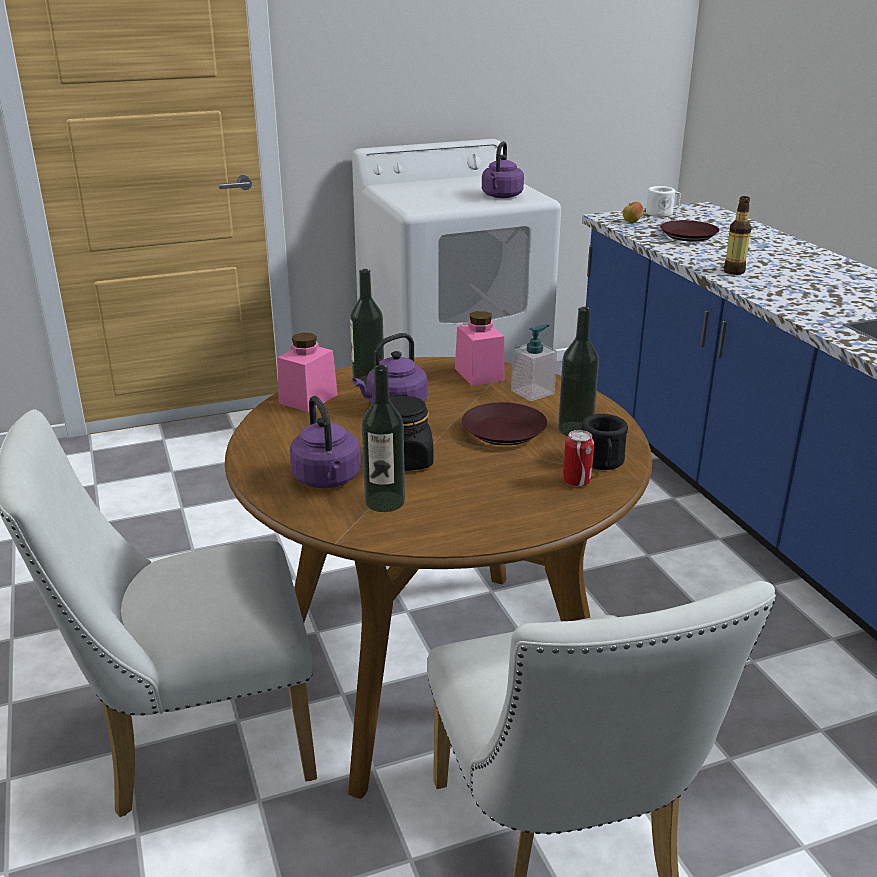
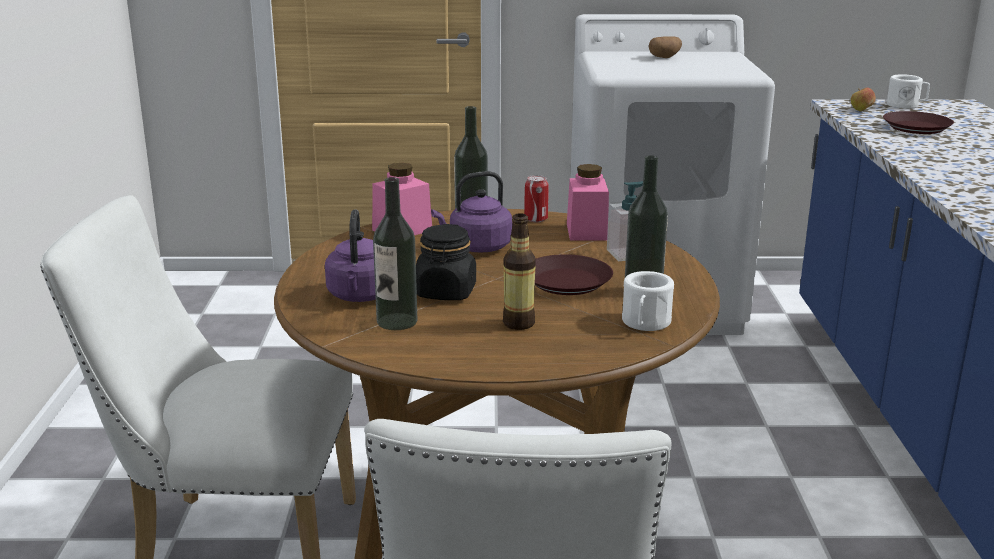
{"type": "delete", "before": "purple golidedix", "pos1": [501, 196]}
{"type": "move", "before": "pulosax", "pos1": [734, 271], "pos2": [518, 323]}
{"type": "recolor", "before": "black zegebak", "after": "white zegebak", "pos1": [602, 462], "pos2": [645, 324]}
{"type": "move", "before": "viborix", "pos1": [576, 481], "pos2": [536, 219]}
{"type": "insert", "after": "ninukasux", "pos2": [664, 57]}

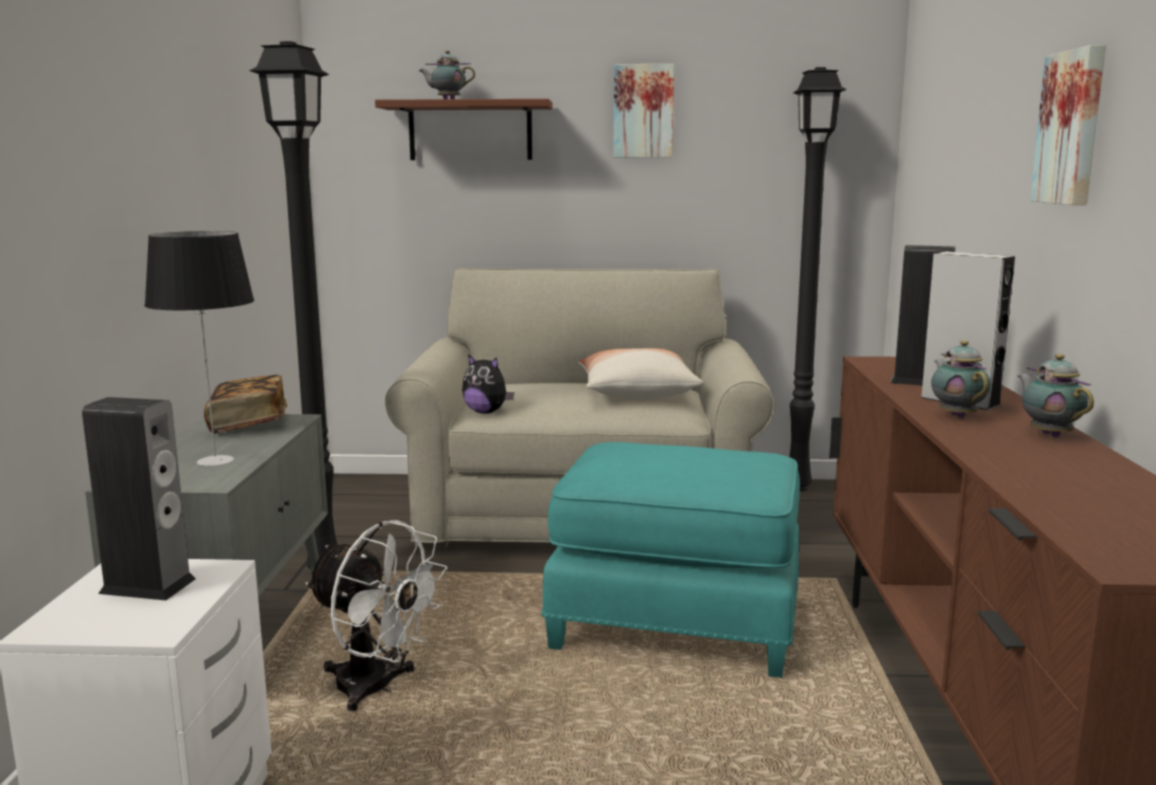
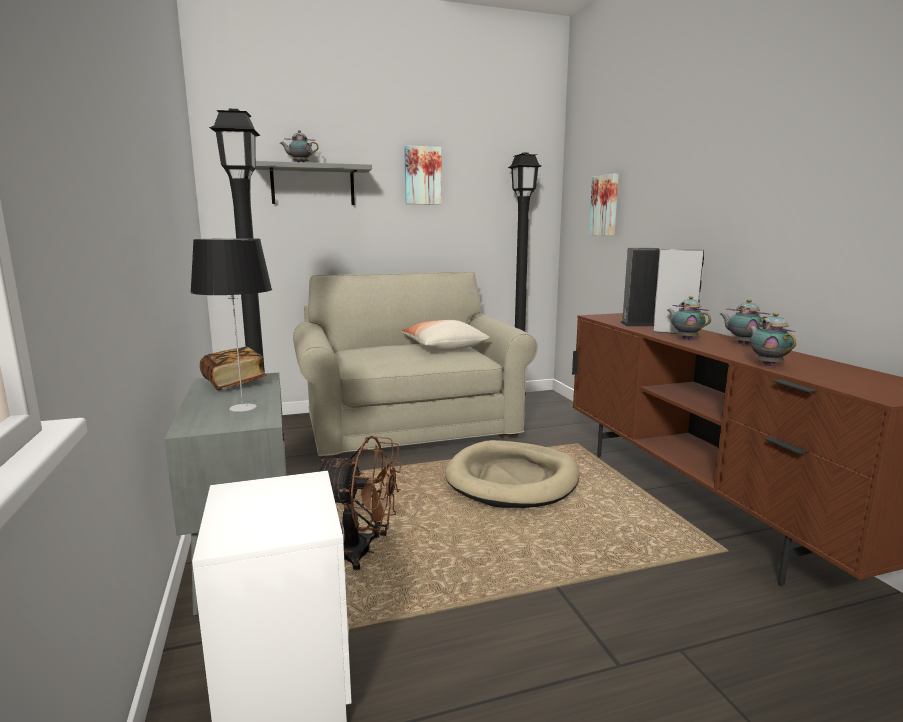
{"type": "move", "before": "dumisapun", "pos1": [1072, 128], "pos2": [605, 205]}
{"type": "recolor", "before": "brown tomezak", "after": "grey tomezak", "pos1": [470, 131], "pos2": [313, 185]}
{"type": "delete", "before": "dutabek", "pos1": [486, 412]}
{"type": "delete", "before": "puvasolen", "pos1": [148, 586]}
{"type": "replace", "before": "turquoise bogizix", "after": "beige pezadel", "pos1": [677, 621], "pos2": [513, 479]}
{"type": "recolor", "before": "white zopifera", "after": "brown zopifera", "pos1": [377, 688], "pos2": [362, 552]}
{"type": "insert", "after": "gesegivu", "pos2": [767, 364]}

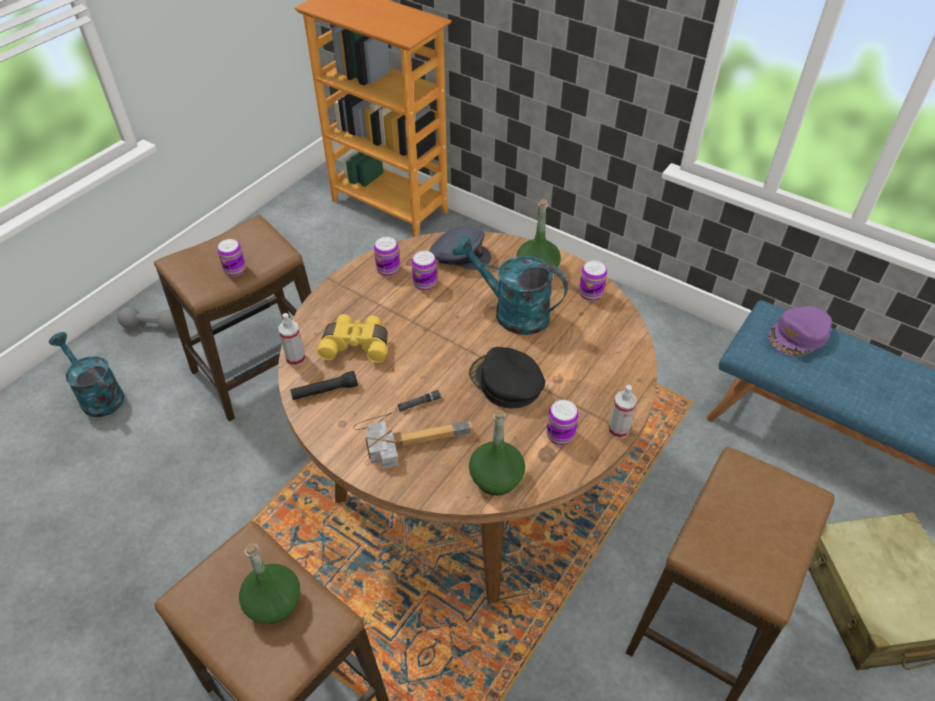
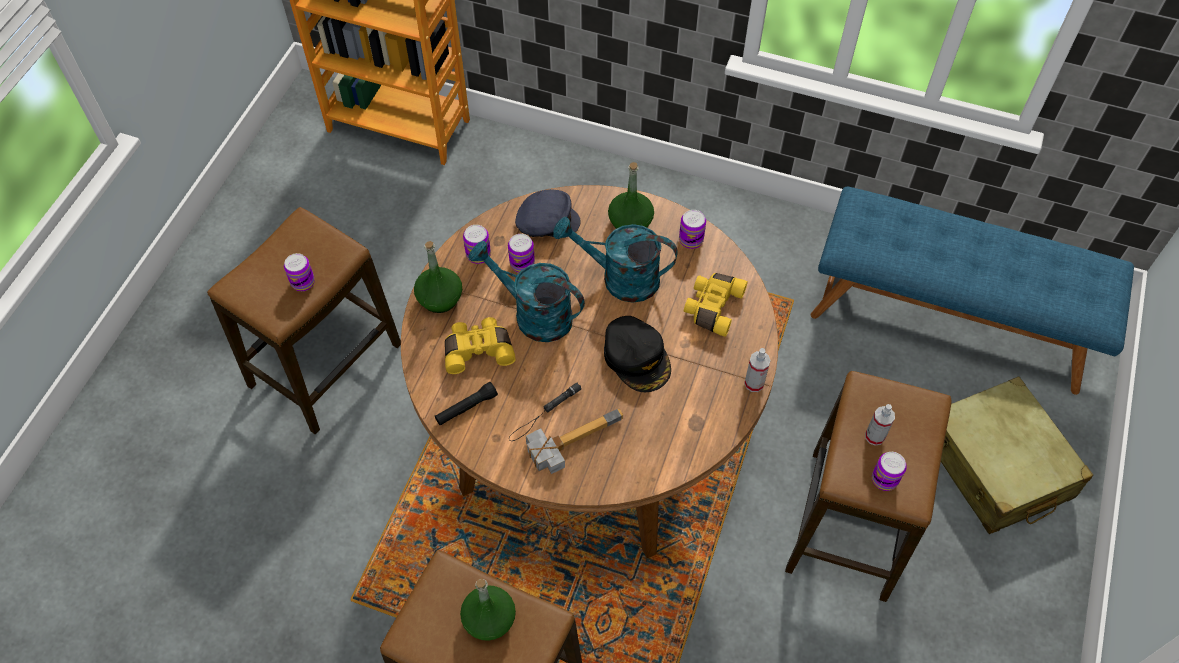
{"type": "delete", "before": "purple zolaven", "pos1": [798, 336]}
{"type": "delete", "before": "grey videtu", "pos1": [152, 326]}
{"type": "move", "before": "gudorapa", "pos1": [296, 359], "pos2": [874, 436]}
{"type": "move", "before": "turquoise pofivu", "pos1": [97, 395], "pos2": [533, 314]}
{"type": "rotate", "before": "black zolaven", "pos1": [506, 382], "pos2": [637, 358], "turn": -150}
{"type": "move", "before": "viborix", "pos1": [560, 434], "pos2": [884, 479]}
{"type": "move", "before": "green pulosax", "pos1": [496, 478], "pos2": [439, 298]}
{"type": "insert", "after": "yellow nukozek", "pos2": [712, 307]}

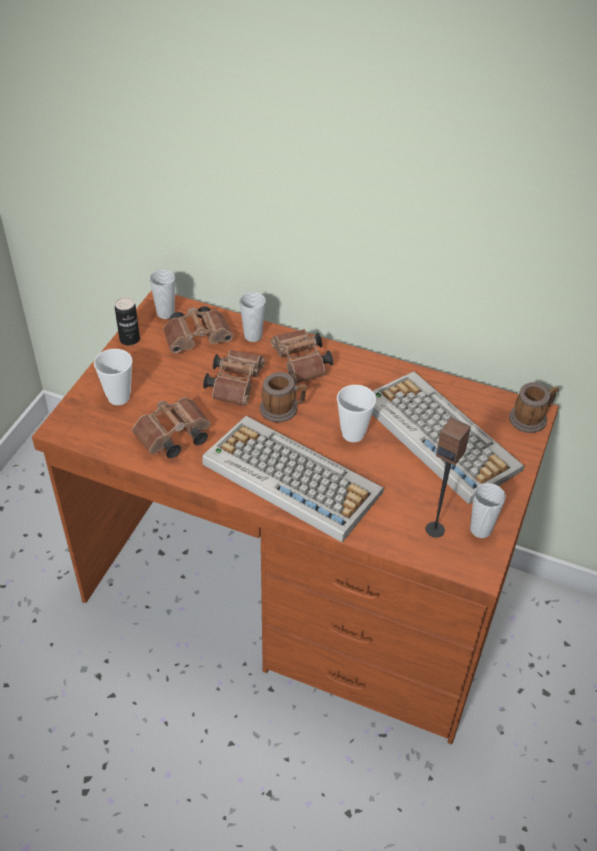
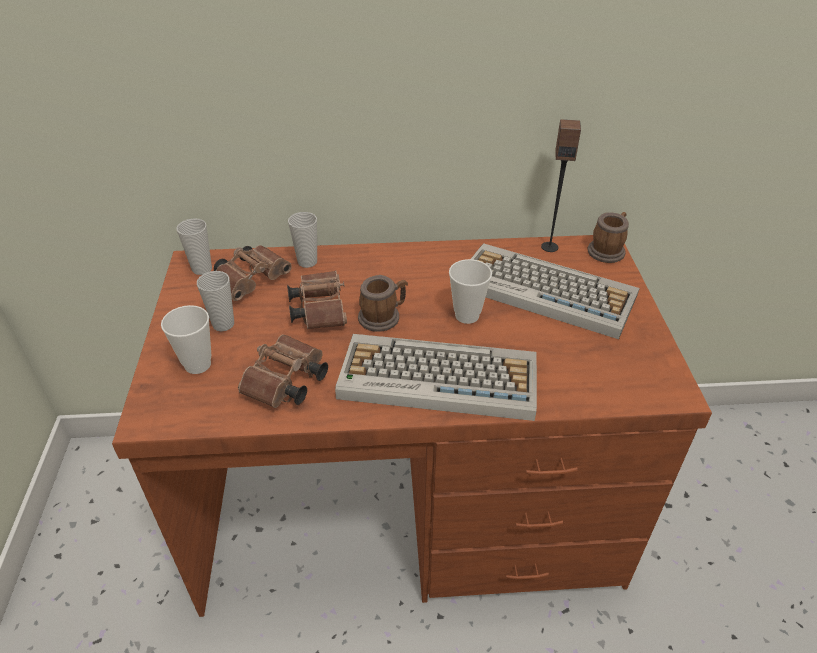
{"type": "delete", "before": "viborix", "pos1": [129, 339]}
{"type": "delete", "before": "brown nukozek", "pos1": [302, 365]}
{"type": "move", "before": "puvasolen", "pos1": [435, 529], "pos2": [549, 247]}
{"type": "move", "before": "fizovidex", "pos1": [480, 529], "pos2": [223, 324]}

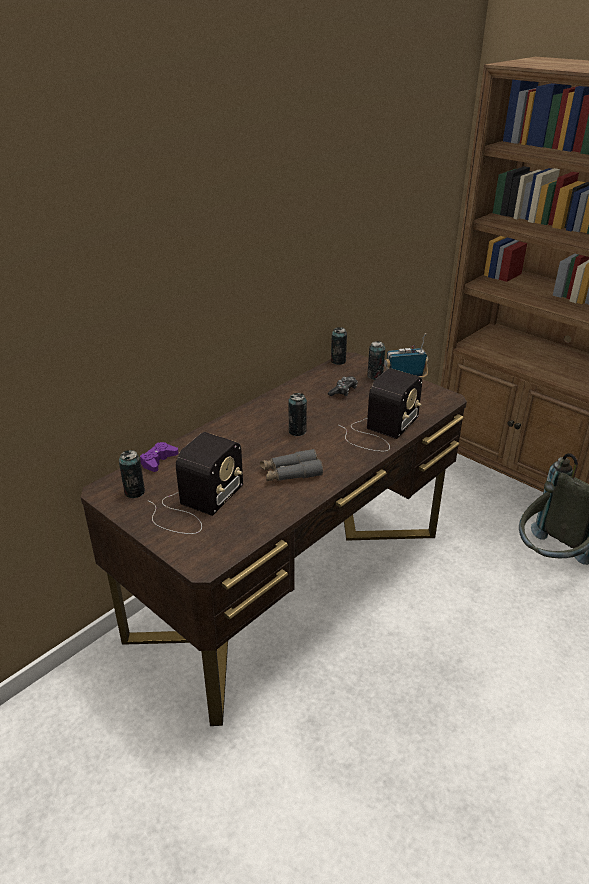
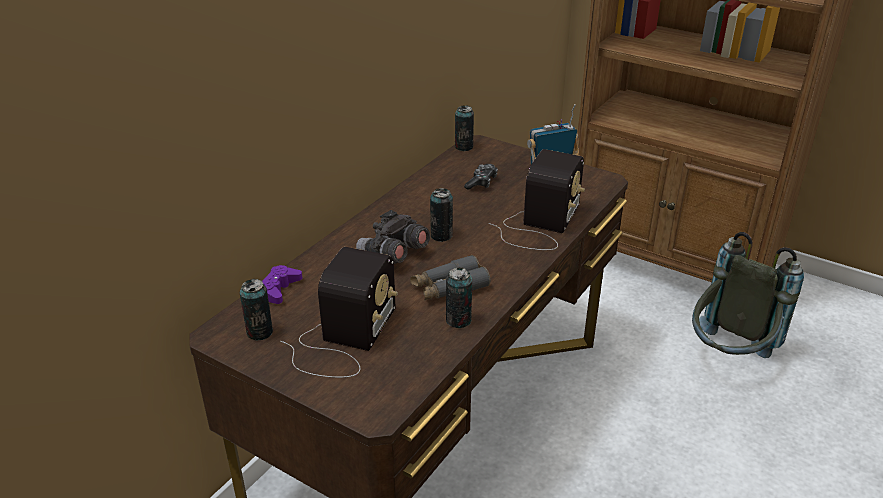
{"type": "move", "before": "viborix", "pos1": [375, 376], "pos2": [458, 320]}
{"type": "insert", "after": "grey nukozek", "pos2": [393, 255]}

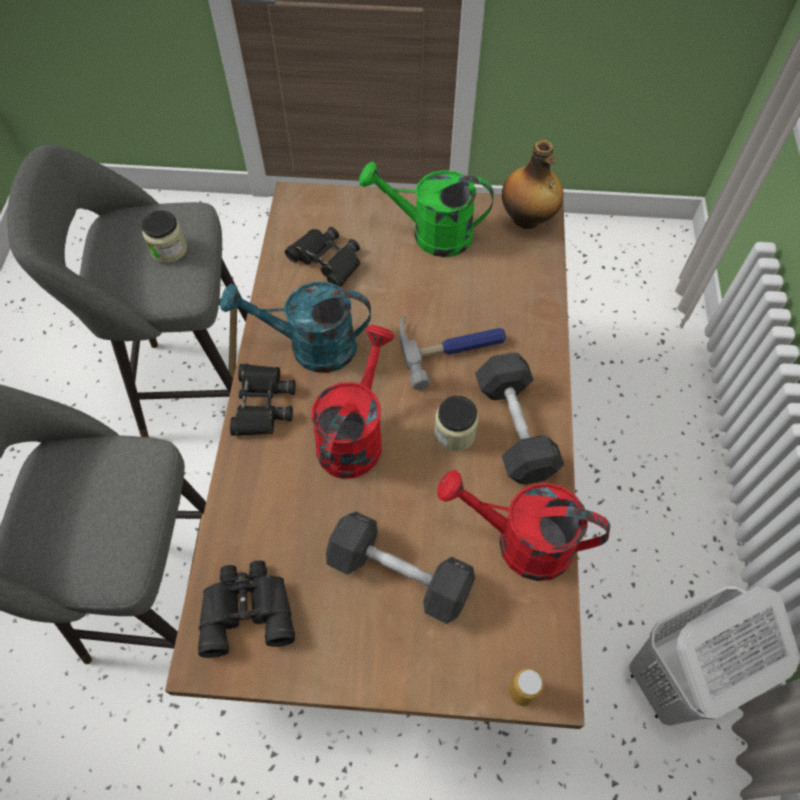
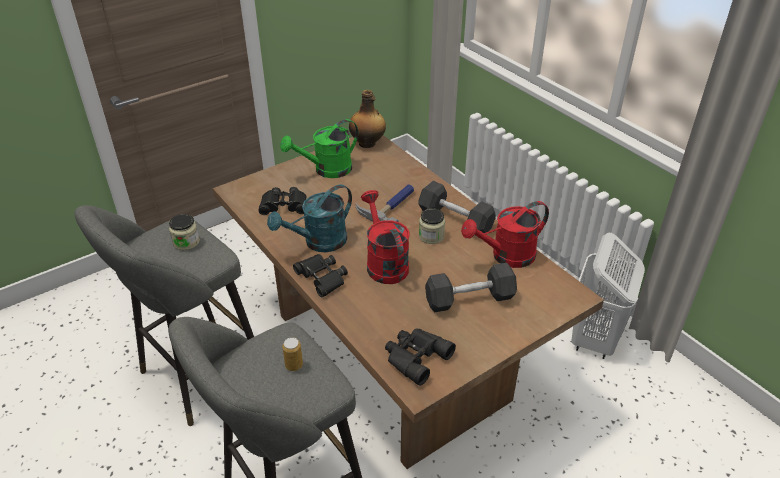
{"type": "move", "before": "viborix", "pos1": [522, 691], "pos2": [294, 365]}

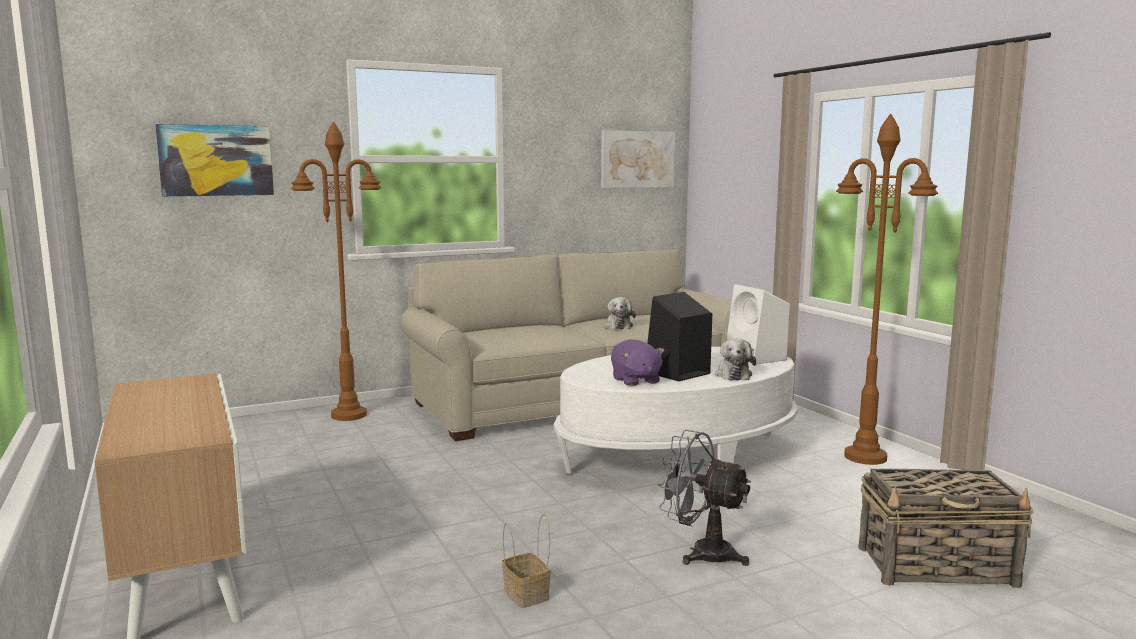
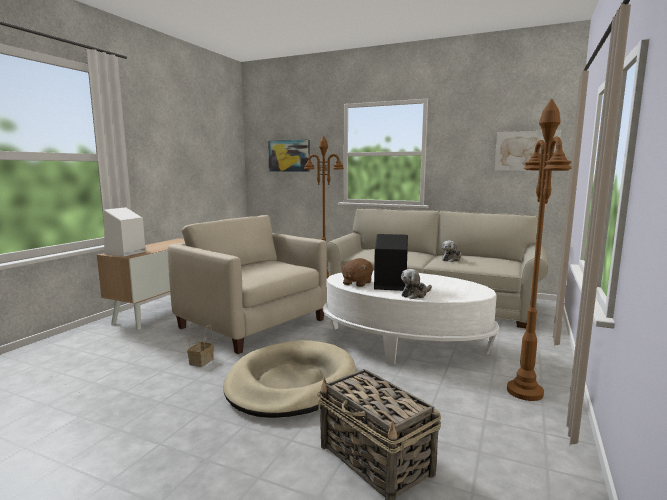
{"type": "move", "before": "white puvasolen", "pos1": [756, 358], "pos2": [124, 253]}
{"type": "recolor", "before": "purple dutabek", "after": "brown dutabek", "pos1": [635, 380], "pos2": [356, 283]}
{"type": "replace", "before": "grey zopifera", "after": "beige pezadel", "pos1": [701, 552], "pos2": [291, 383]}
{"type": "insert", "after": "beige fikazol", "pos2": [253, 323]}

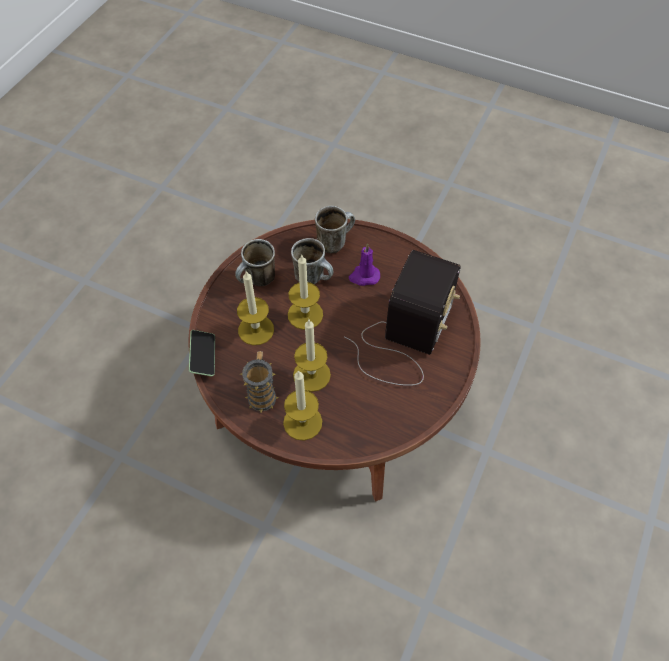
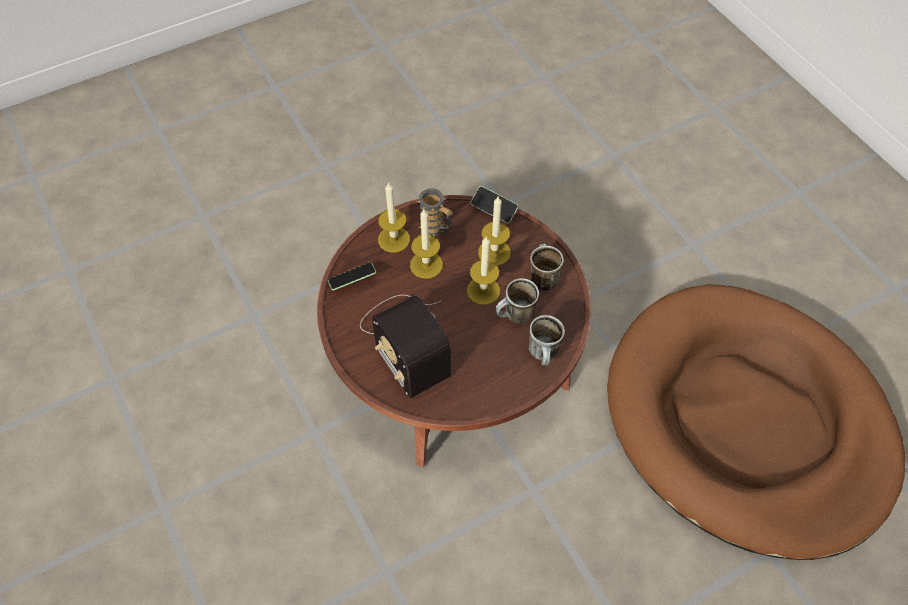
{"type": "delete", "before": "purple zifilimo", "pos1": [364, 276]}
{"type": "insert", "after": "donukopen", "pos2": [352, 280]}
{"type": "insert", "after": "brown pezadel", "pos2": [746, 421]}

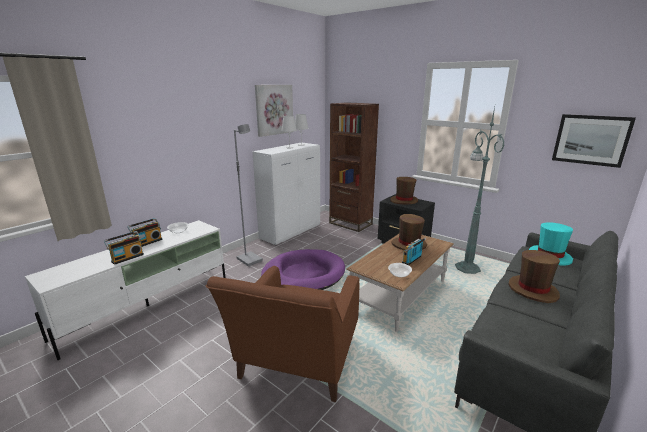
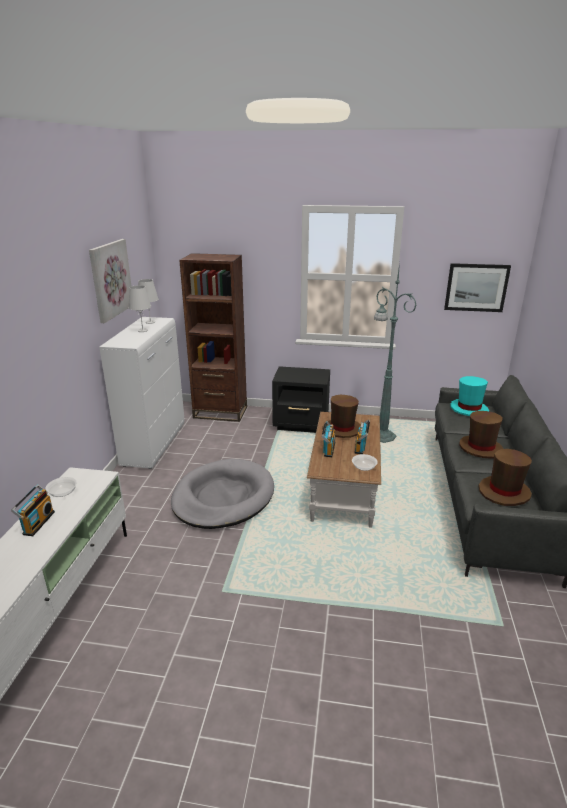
{"type": "delete", "before": "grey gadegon", "pos1": [250, 260]}
{"type": "move", "before": "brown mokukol", "pos1": [404, 201], "pos2": [504, 492]}
{"type": "move", "before": "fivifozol", "pos1": [127, 257], "pos2": [328, 449]}
{"type": "recolor", "before": "purple pezadel", "after": "grey pezadel", "pos1": [303, 274], "pos2": [223, 497]}
{"type": "delete", "before": "brown fikazol", "pos1": [296, 364]}

